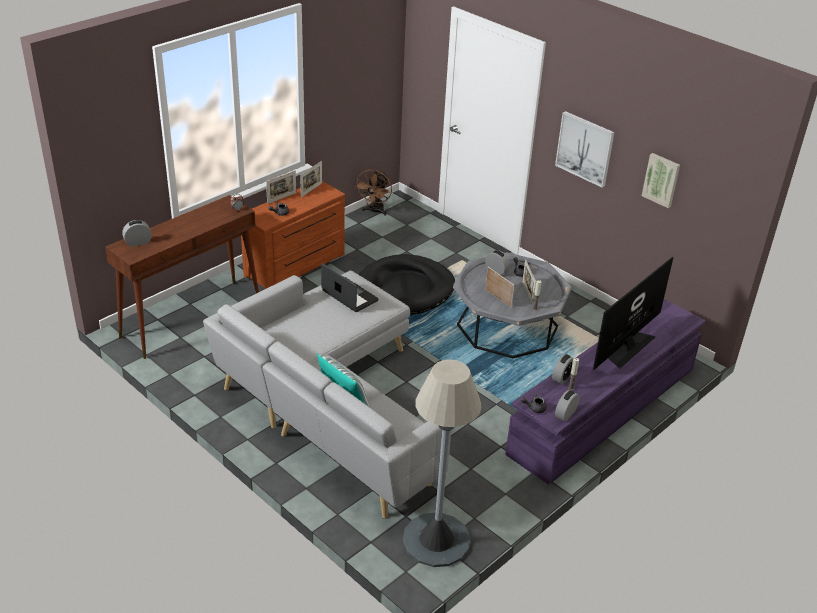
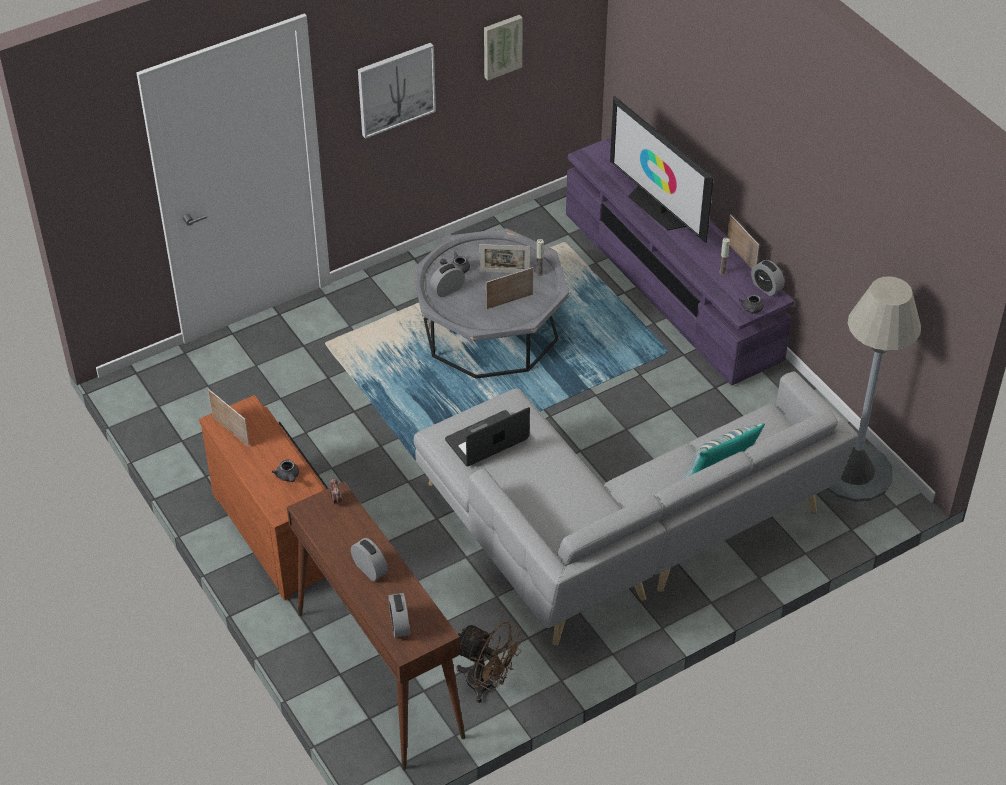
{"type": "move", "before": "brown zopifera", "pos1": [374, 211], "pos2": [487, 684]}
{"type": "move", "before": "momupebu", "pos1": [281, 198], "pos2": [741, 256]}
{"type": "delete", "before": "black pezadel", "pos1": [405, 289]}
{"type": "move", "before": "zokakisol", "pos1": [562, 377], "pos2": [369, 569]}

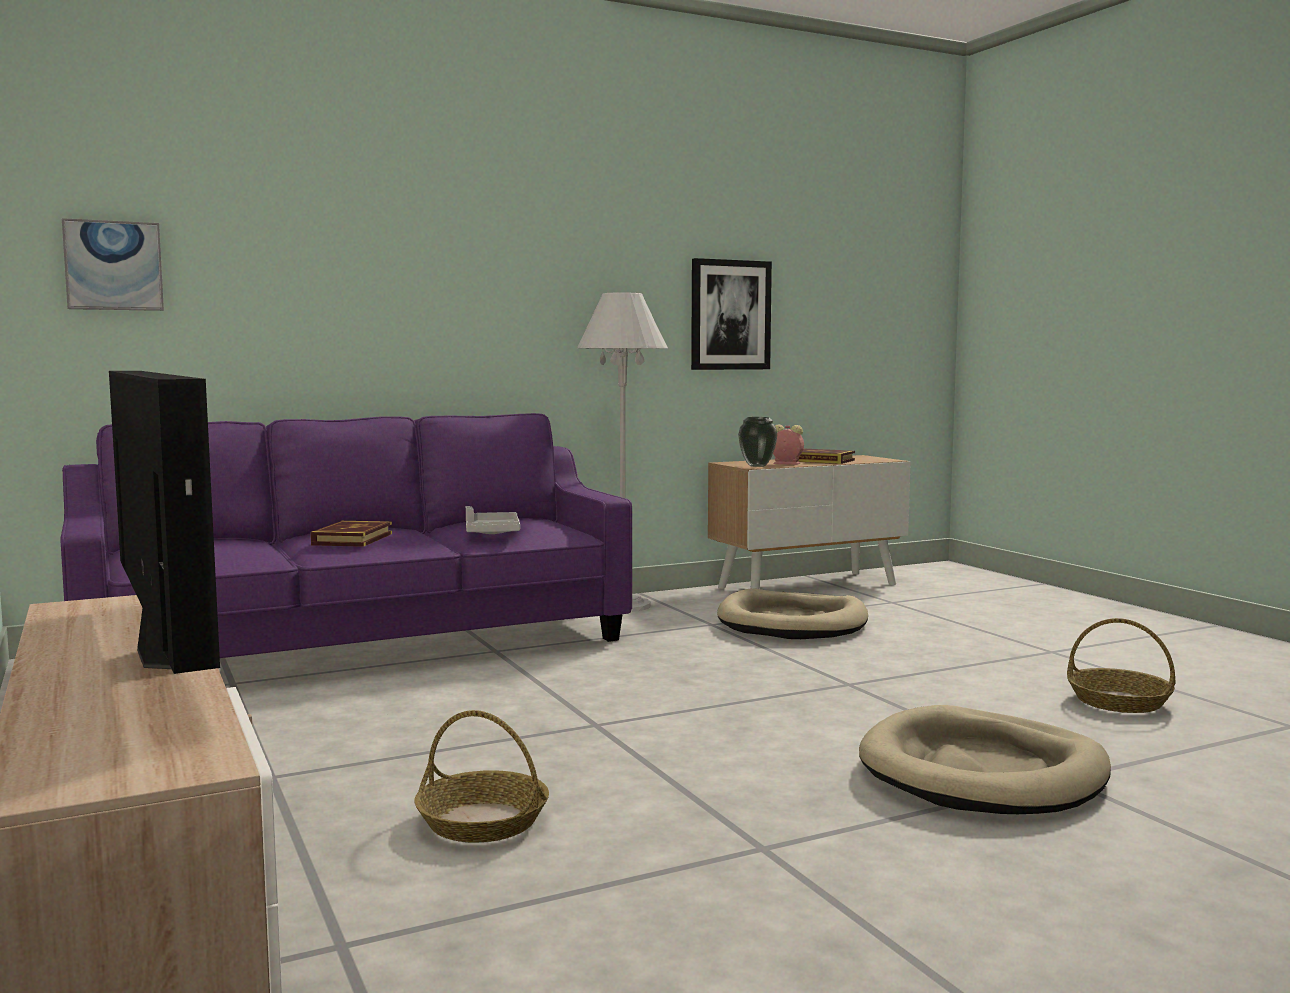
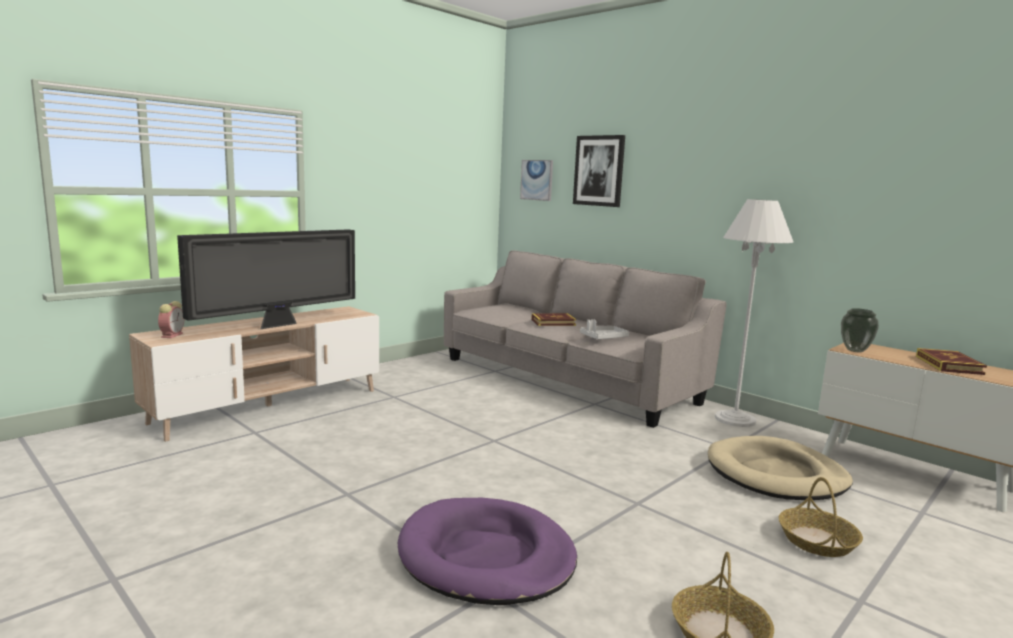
{"type": "move", "before": "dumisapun", "pos1": [730, 315], "pos2": [599, 171]}
{"type": "recolor", "before": "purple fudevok", "after": "grey fudevok", "pos1": [362, 648], "pos2": [567, 380]}
{"type": "move", "before": "zokakisol", "pos1": [785, 463], "pos2": [172, 335]}
{"type": "recolor", "before": "beige pezadel", "after": "purple pezadel", "pos1": [983, 772], "pos2": [486, 556]}
{"type": "move", "before": "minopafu", "pos1": [483, 822], "pos2": [817, 541]}

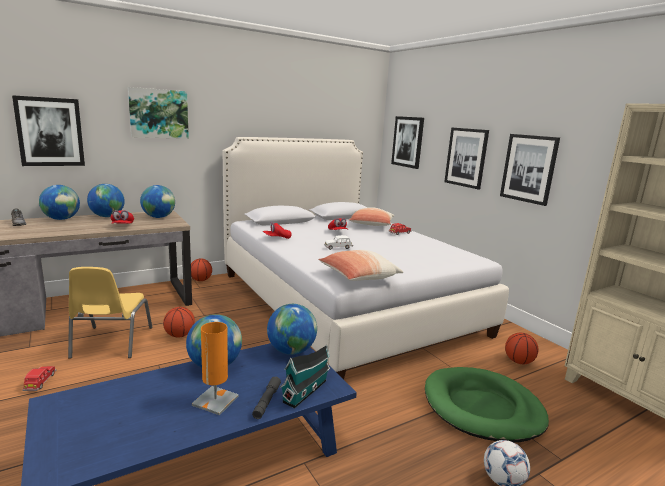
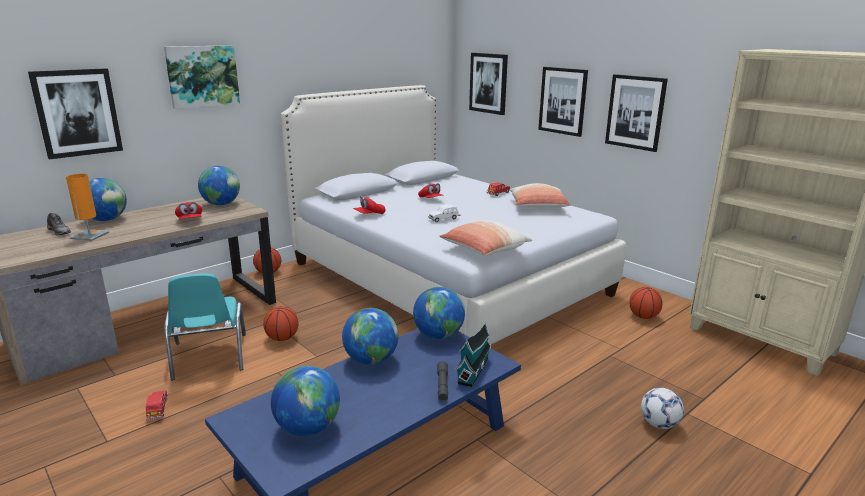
{"type": "move", "before": "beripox", "pos1": [107, 216], "pos2": [307, 428]}
{"type": "move", "before": "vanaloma", "pos1": [371, 225], "pos2": [538, 207]}
{"type": "recolor", "before": "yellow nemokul", "after": "turquoise nemokul", "pos1": [111, 343], "pos2": [209, 357]}
{"type": "move", "before": "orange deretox", "pos1": [215, 401], "pos2": [89, 235]}
{"type": "delete", "before": "green pezadel", "pos1": [482, 408]}

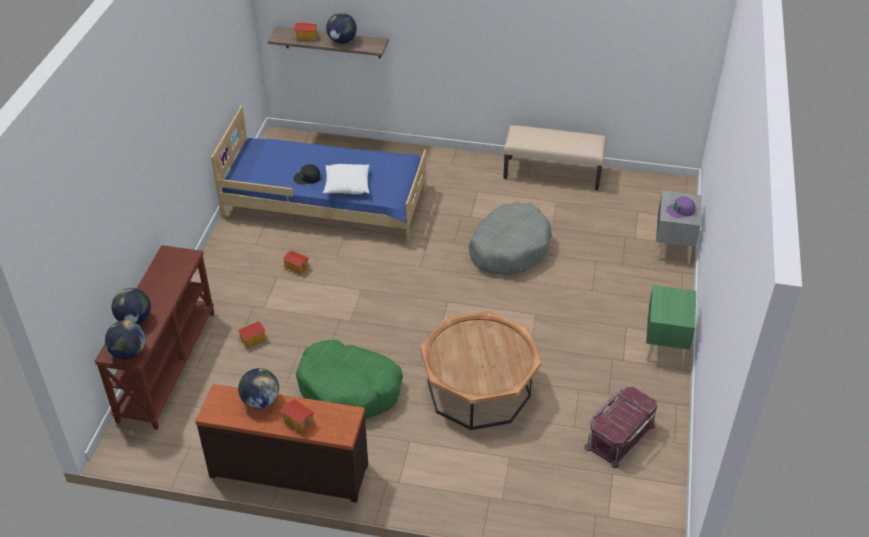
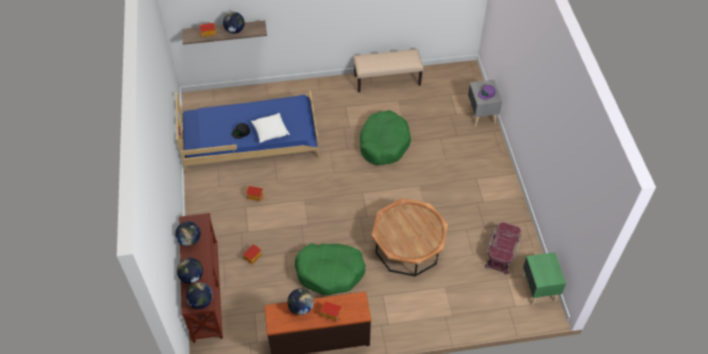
{"type": "recolor", "before": "grey pezadel", "after": "green pezadel", "pos1": [509, 248], "pos2": [384, 143]}
{"type": "move", "before": "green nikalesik", "pos1": [664, 346], "pos2": [538, 289]}
{"type": "insert", "after": "beripox", "pos2": [190, 240]}

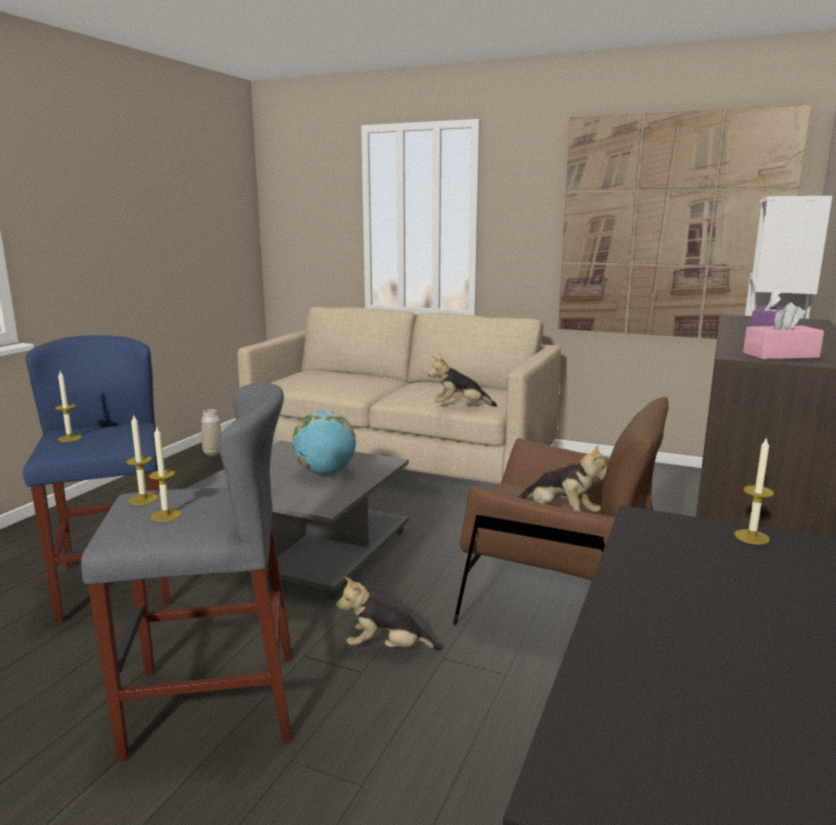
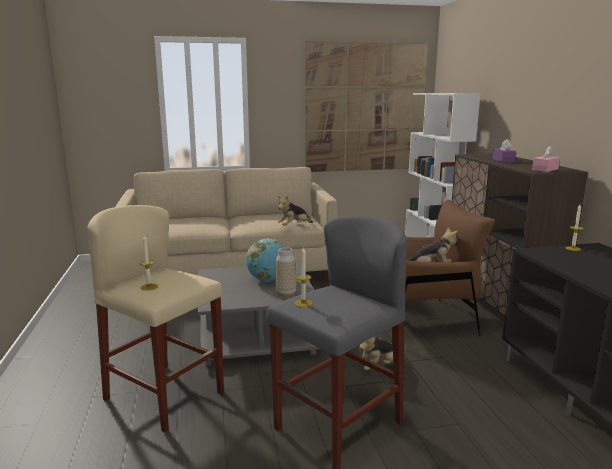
{"type": "recolor", "before": "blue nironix", "after": "beige nironix", "pos1": [116, 584], "pos2": [164, 396]}
{"type": "move", "before": "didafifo", "pos1": [213, 453], "pos2": [285, 294]}
{"type": "delete", "before": "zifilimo", "pos1": [166, 515]}

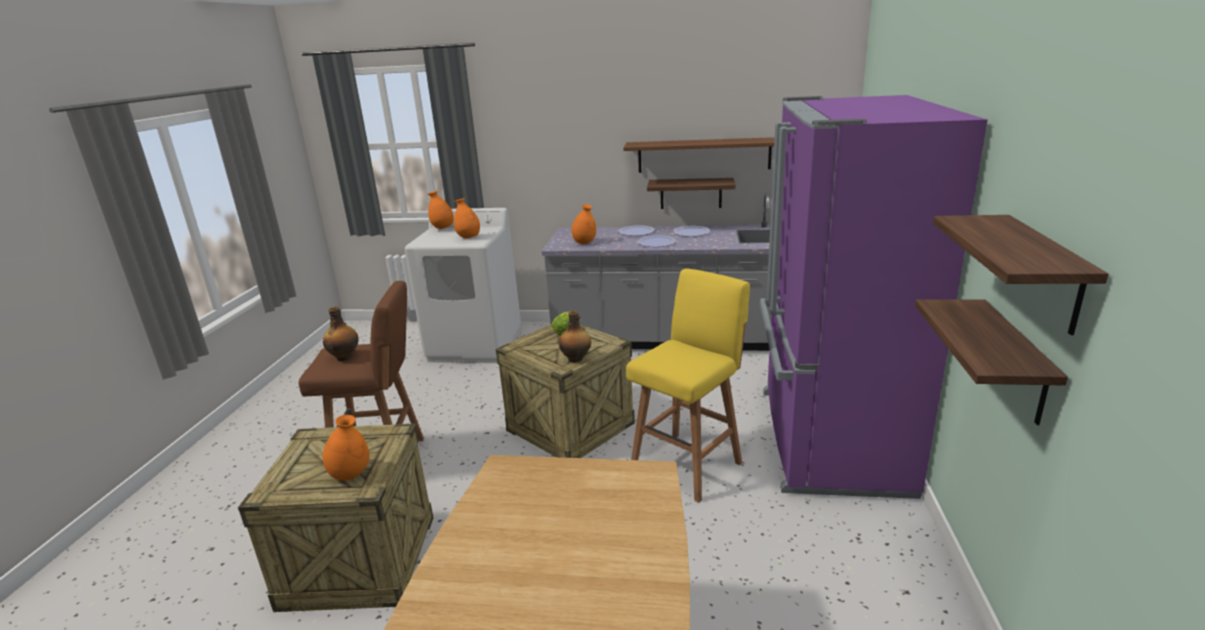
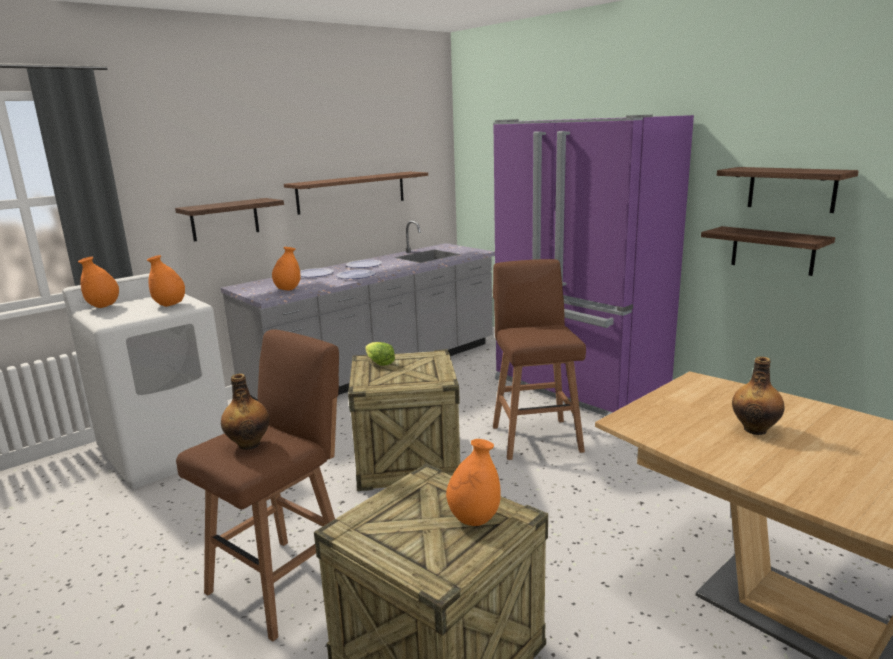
{"type": "move", "before": "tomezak", "pos1": [691, 193], "pos2": [225, 219]}
{"type": "recolor", "before": "yellow nironix", "after": "brown nironix", "pos1": [688, 464], "pos2": [535, 437]}
{"type": "move", "before": "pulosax", "pos1": [576, 359], "pos2": [755, 429]}

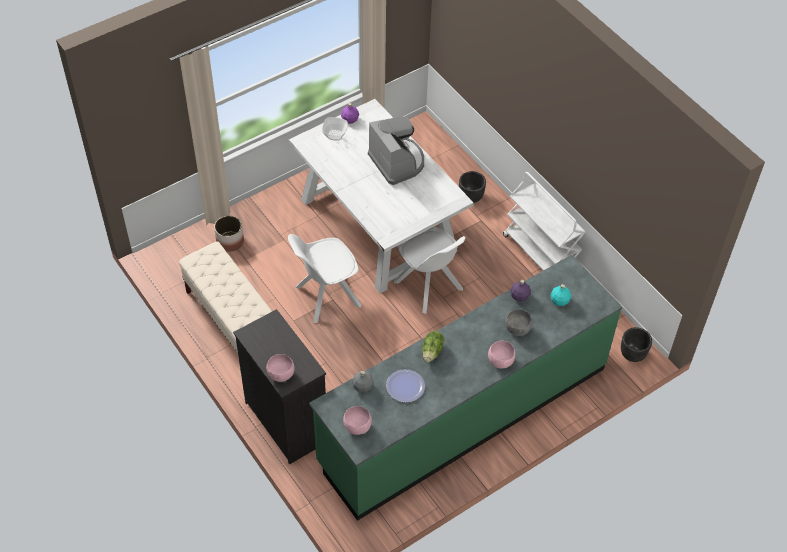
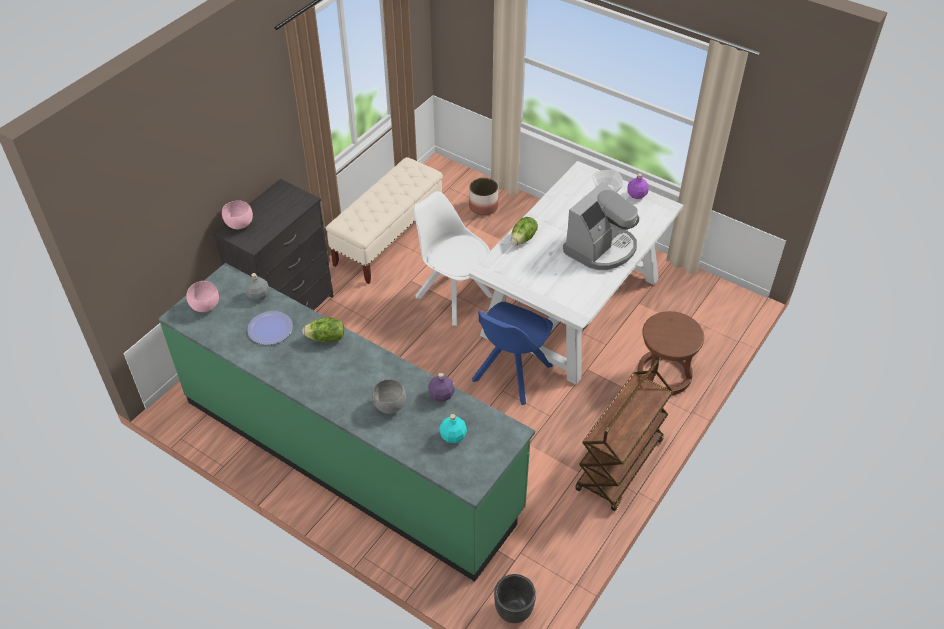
{"type": "replace", "before": "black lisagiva", "after": "brown nironix", "pos1": [471, 197], "pos2": [664, 374]}
{"type": "recolor", "before": "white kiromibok", "after": "brown kiromibok", "pos1": [540, 254], "pos2": [620, 466]}
{"type": "recolor", "before": "white nemokul", "after": "blue nemokul", "pos1": [429, 287], "pos2": [511, 374]}
{"type": "delete", "before": "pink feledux", "pos1": [500, 361]}
{"type": "insert", "after": "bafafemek", "pos2": [523, 239]}

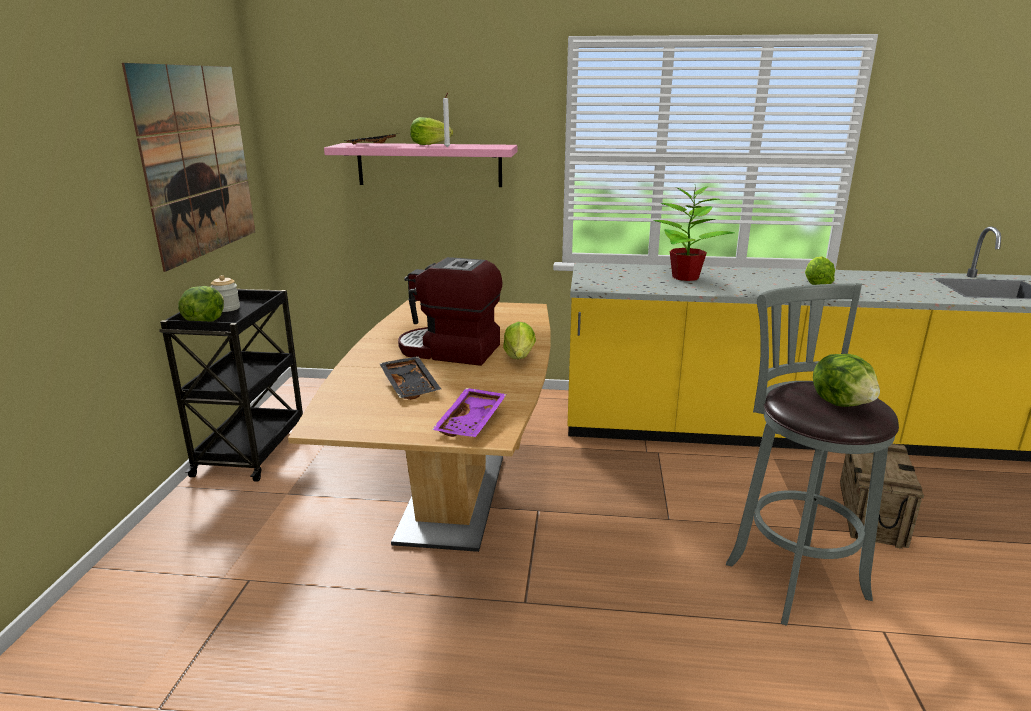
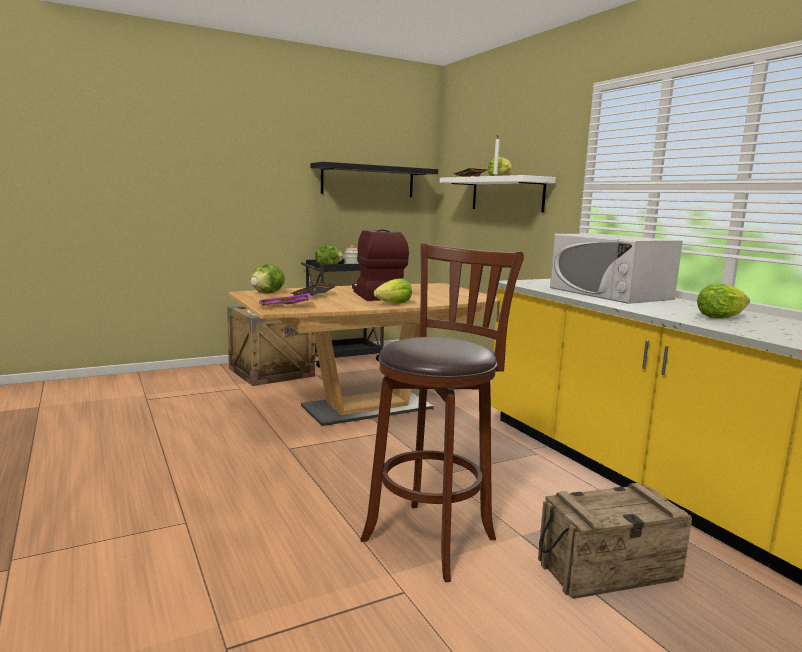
{"type": "replace", "before": "dumisapun", "after": "black tomezak", "pos1": [197, 161], "pos2": [368, 181]}
{"type": "recolor", "before": "pink tomezak", "after": "white tomezak", "pos1": [429, 165], "pos2": [507, 194]}
{"type": "replace", "before": "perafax", "after": "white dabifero", "pos1": [684, 277], "pos2": [609, 293]}
{"type": "recolor", "before": "grey nironix", "after": "brown nironix", "pos1": [791, 576], "pos2": [432, 536]}
{"type": "move", "before": "bafafemek", "pos1": [842, 403], "pos2": [268, 293]}
{"type": "insert", "after": "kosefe", "pos2": [271, 372]}

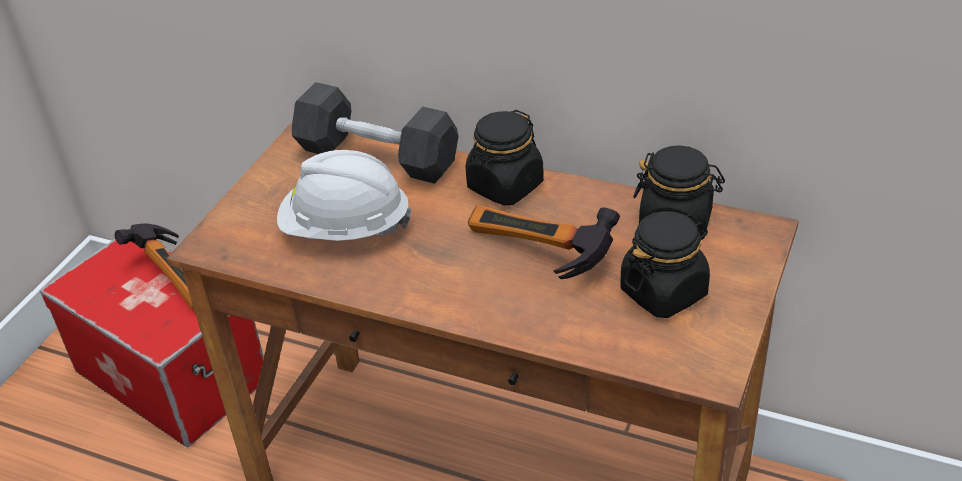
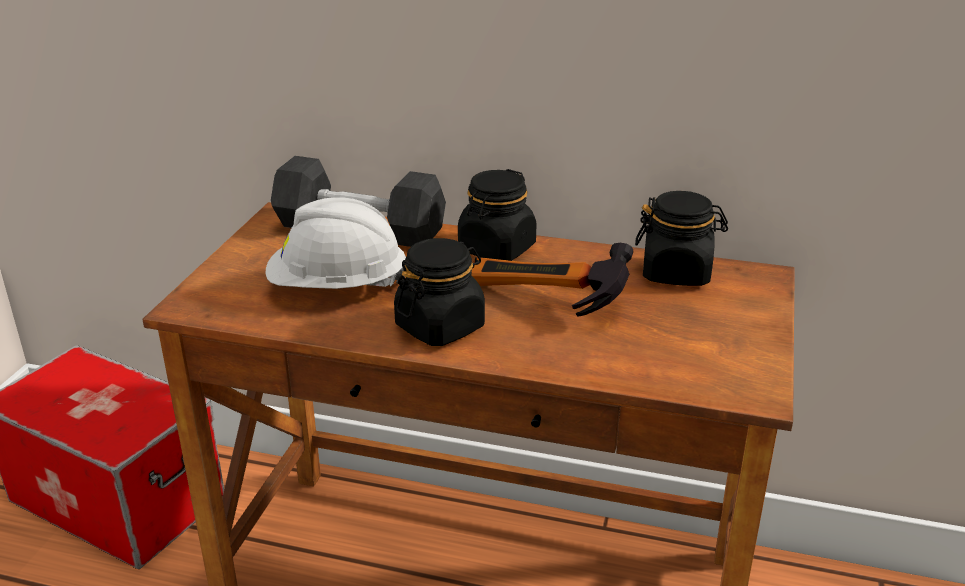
{"type": "move", "before": "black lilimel", "pos1": [664, 292], "pos2": [440, 326]}
{"type": "delete", "before": "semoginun", "pos1": [179, 278]}

